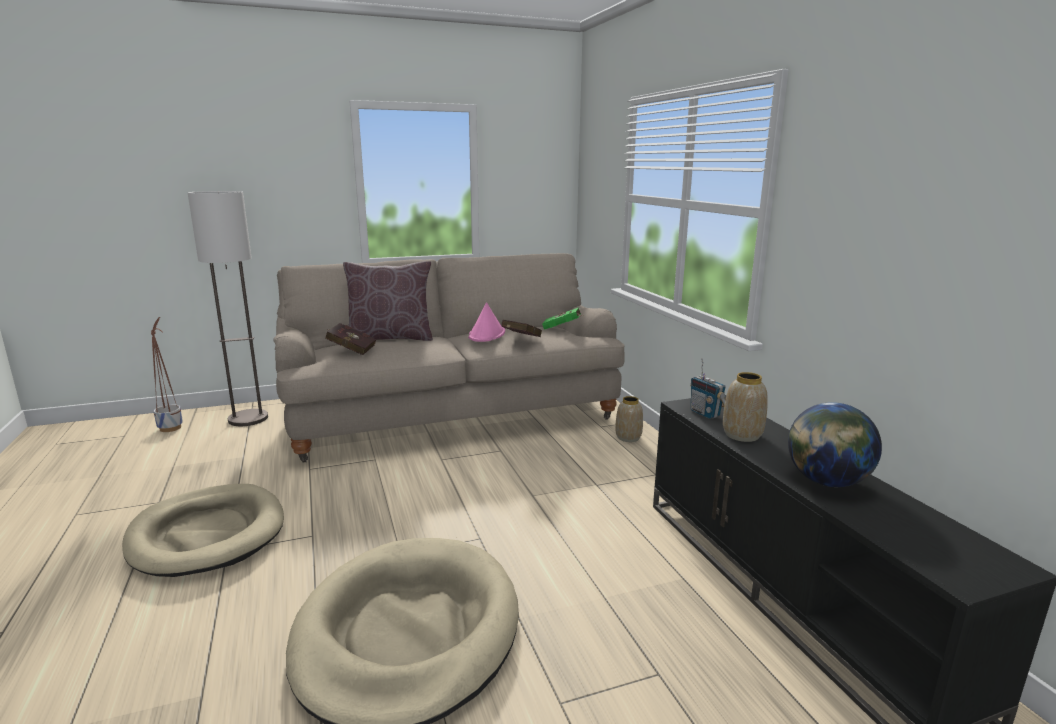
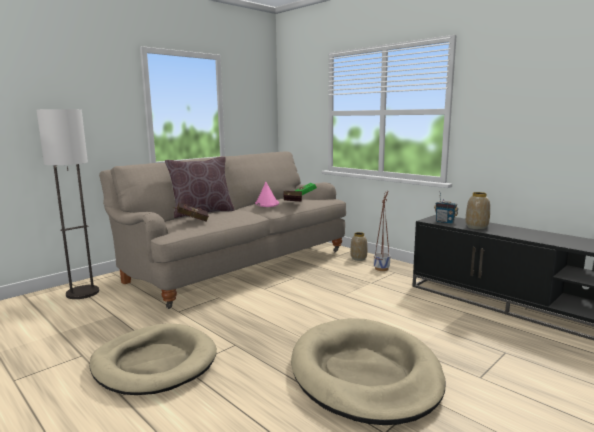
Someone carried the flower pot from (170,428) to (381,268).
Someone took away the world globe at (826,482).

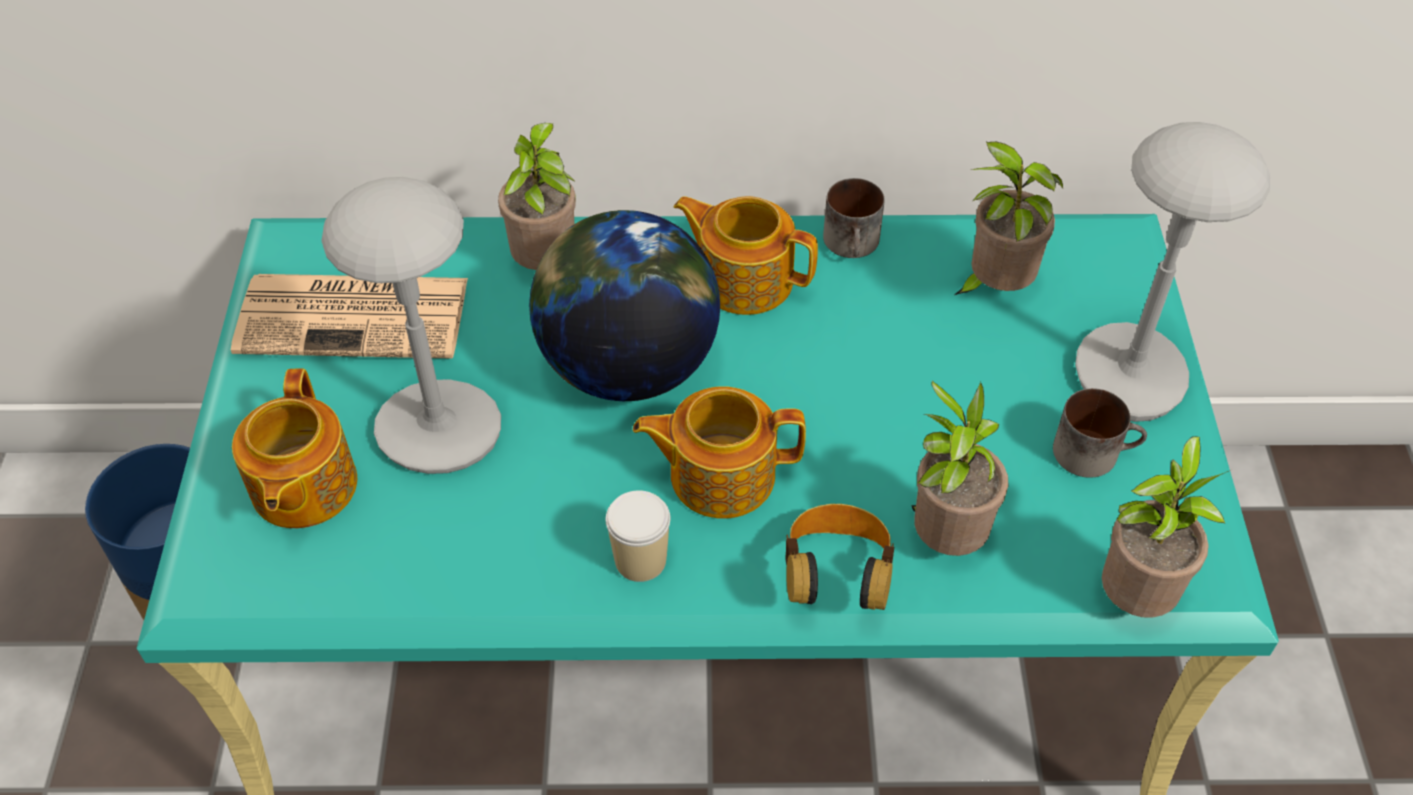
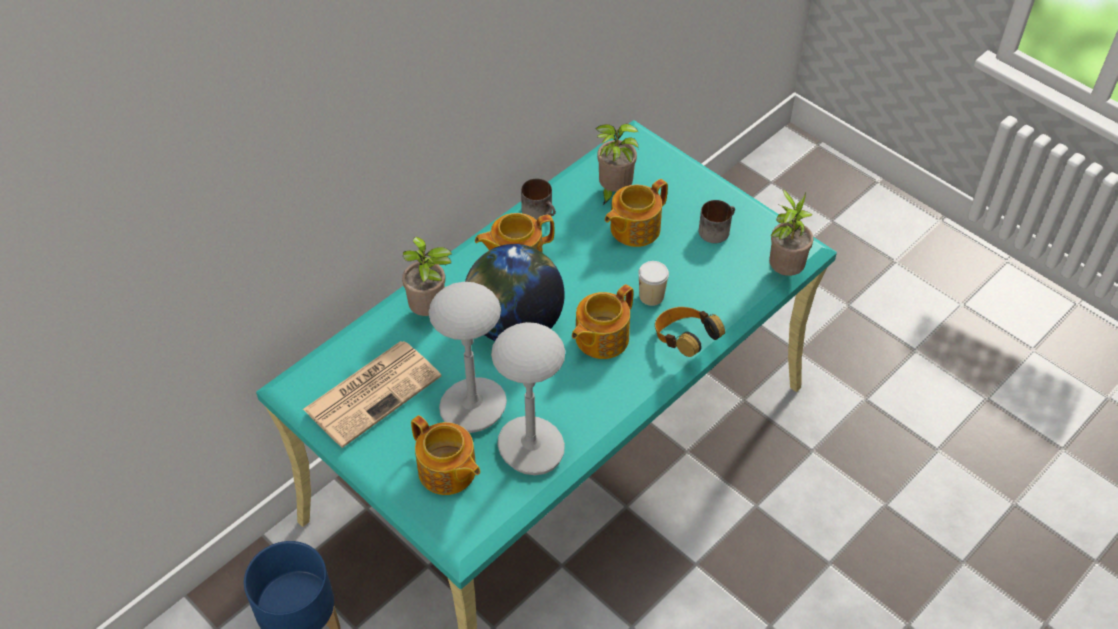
Someone carried the drinking cup from (640,560) to (651,296).
Someone took away the plant in a pot at (944,538).
Someone carried the table lamp (grey) from (1128,375) to (530,448).
Someone put down the pot for tea at (633,228).

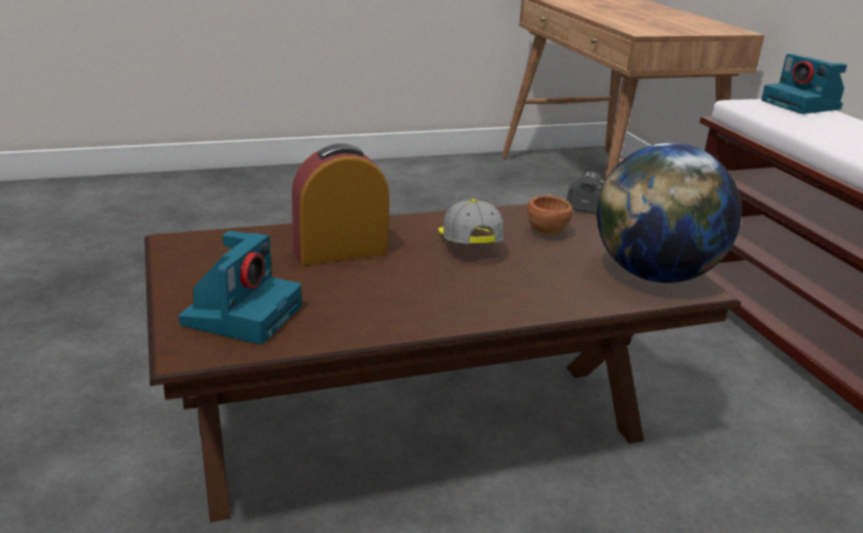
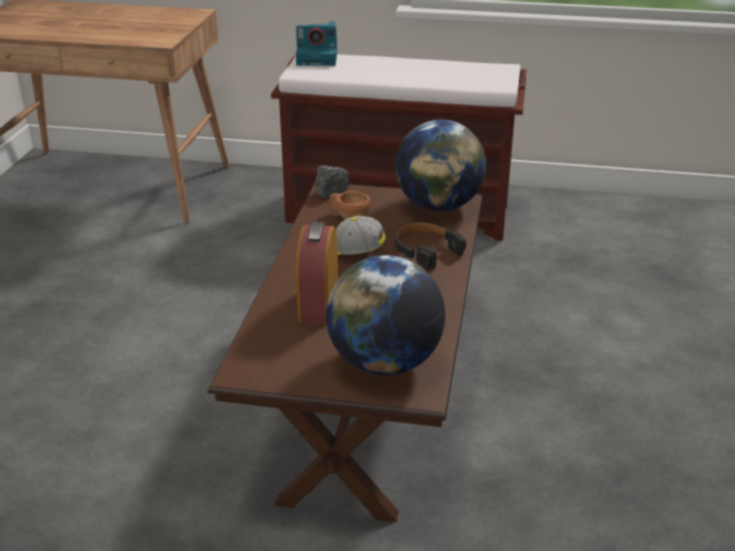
Someone swapped the still camera at (242,313) for the world globe at (384,363).
Someone put down the headset (black-coloured) at (425,251).

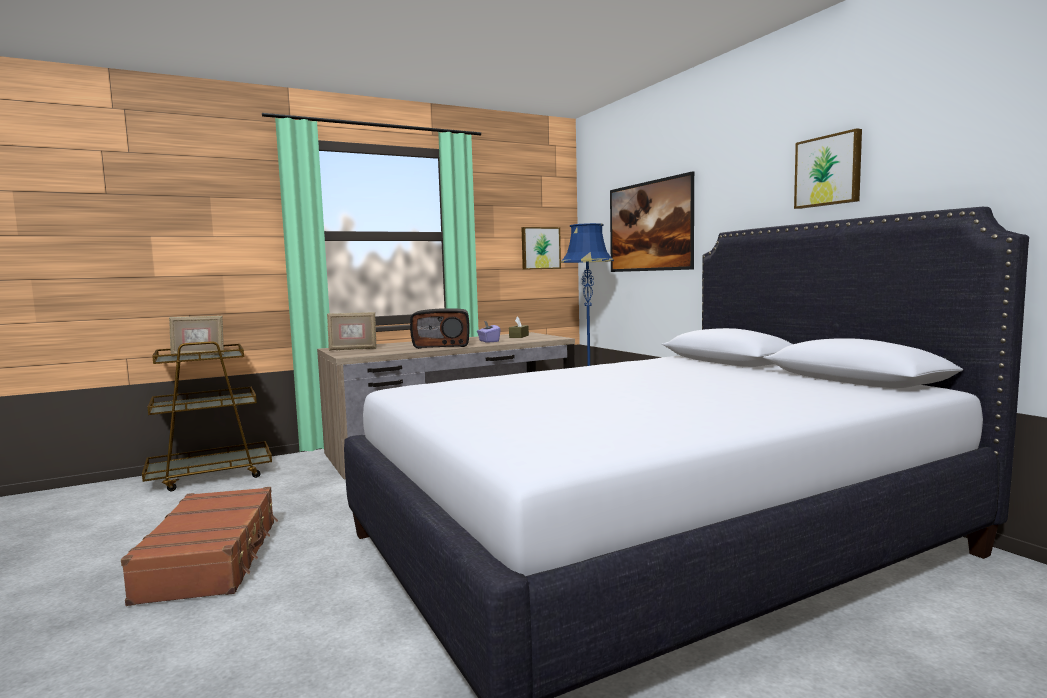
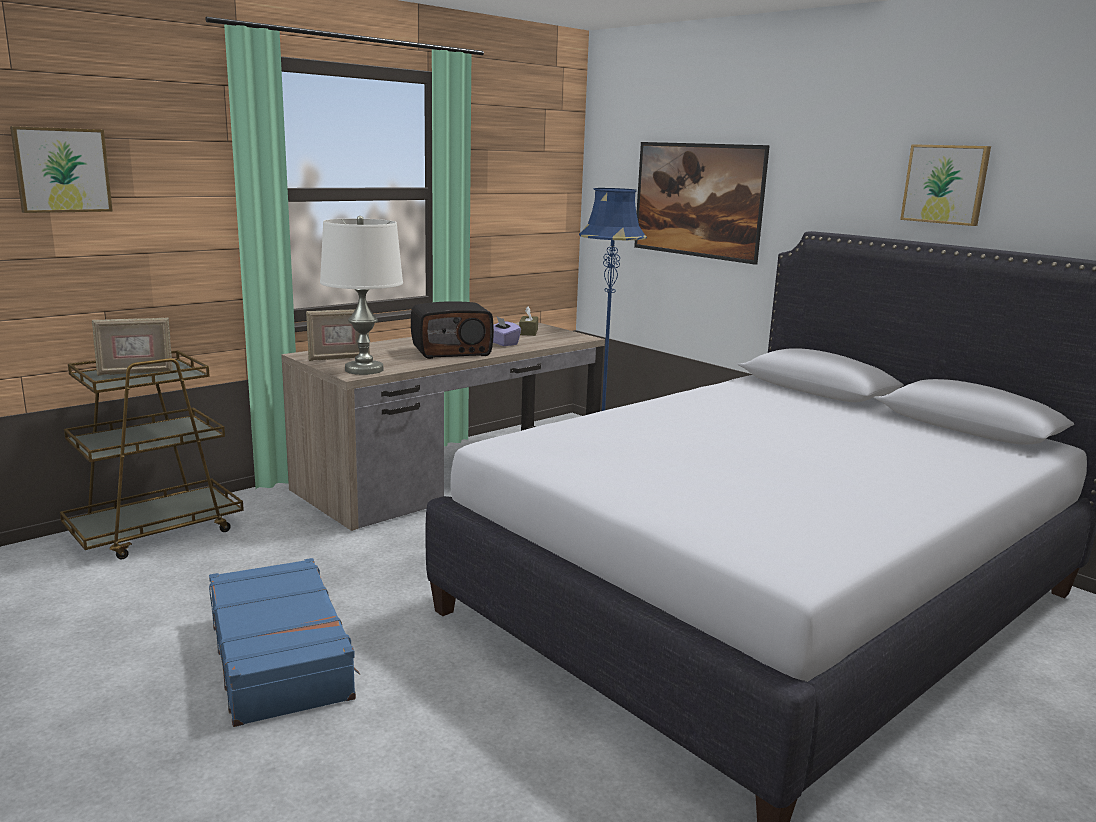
Someone repainted the piece of luggage (brownish) at (212,559), which became the piece of luggage (blue) at (281,656).
Someone carried the picture from (540,248) to (62,170).
Someone put down the table lamp (white-coloured) at (364,370).

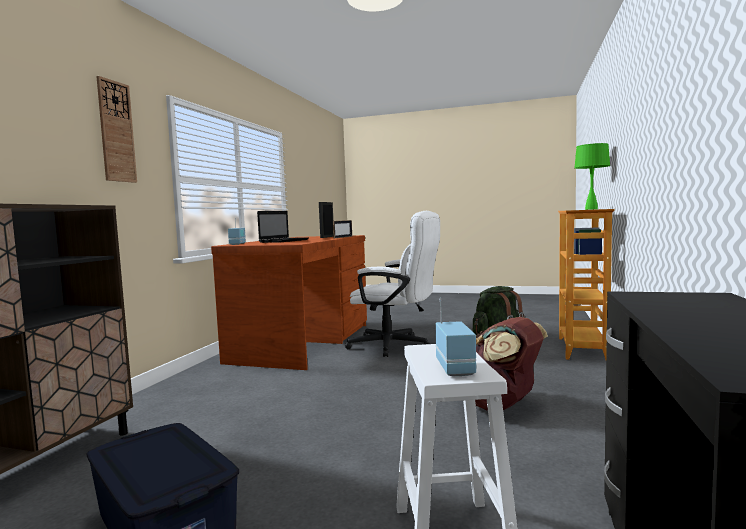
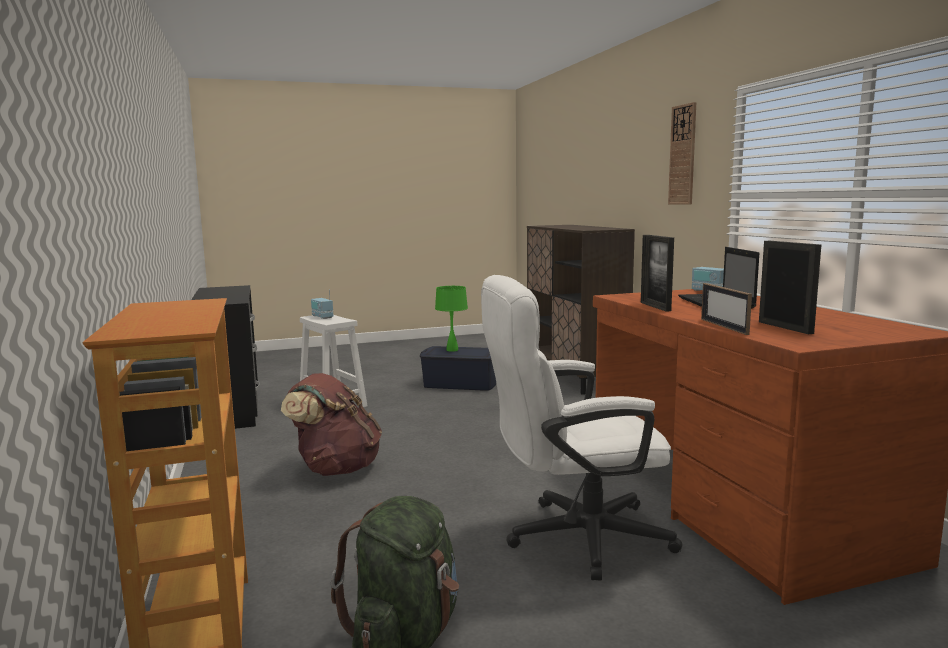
Someone carried the table lamp (green) from (591,209) to (452,350).
Someone put down the photo frame at (655,306).

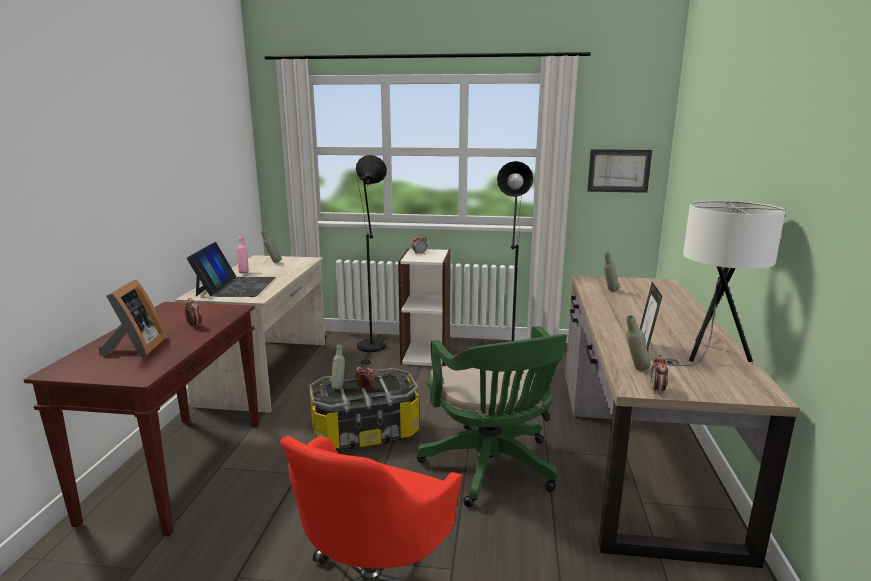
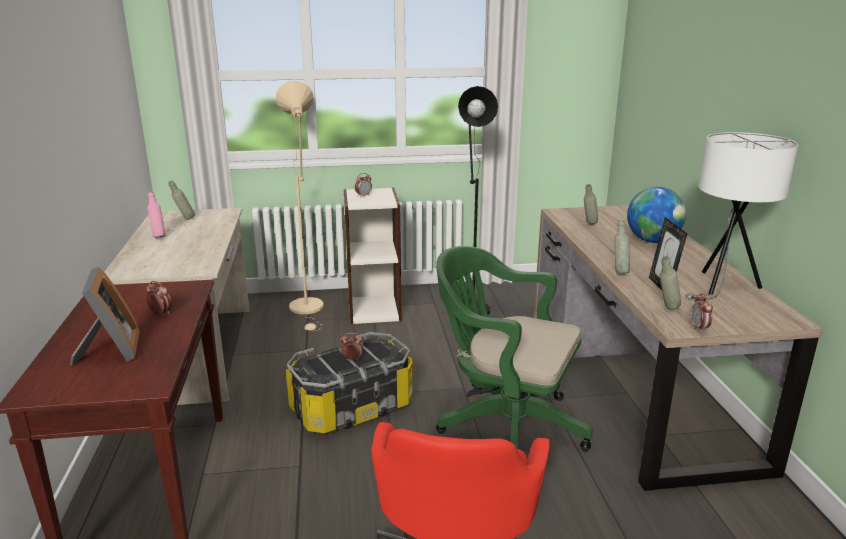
Someone took away the portable computer at (236,286).
Someone carried the bottle (grey) from (339,387) to (619,272).
Someone repainted the standard lamp (black-coloured) at (372,348), which became the standard lamp (beige) at (308,309).
Someone rotated the computer chair (green) at (492,468) by 150 degrees clockwise.
Someone took away the picture at (619,170).
Someone put down the world globe at (652,241).

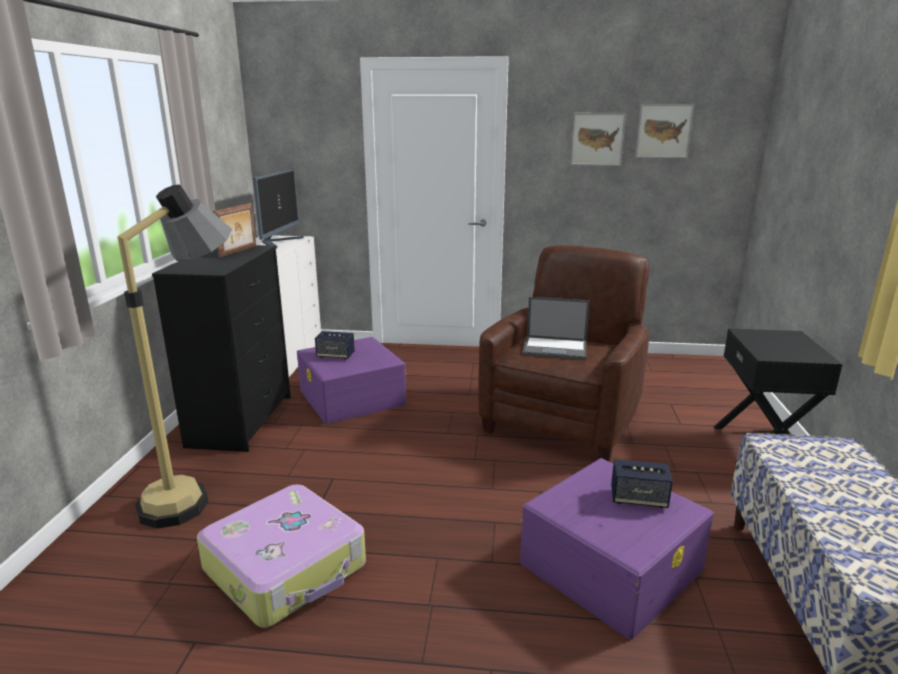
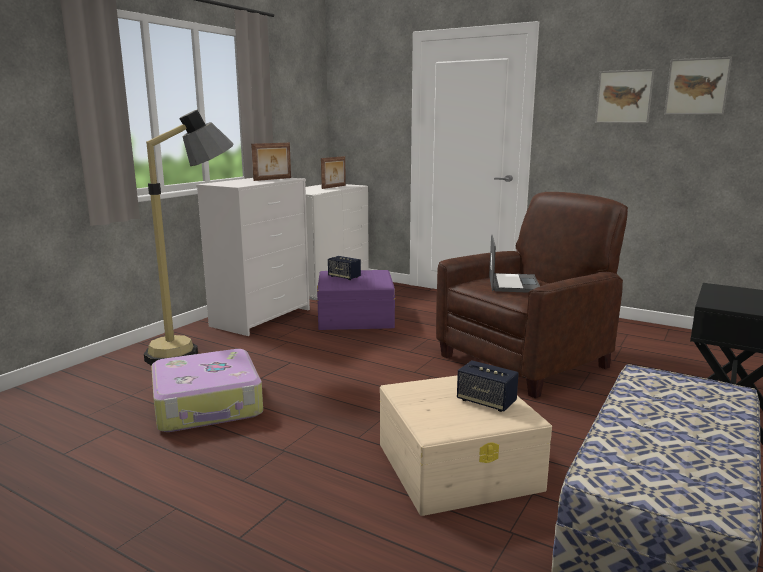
Someone repainted the dresser (black-coloured) at (241,420), which became the dresser (white-coloured) at (261,317).
Someone swapped the monitor at (279,243) for the photo frame at (334,187).
Someone repainted the storage container (purple) at (612,566), which became the storage container (beige) at (459,465).
Someone rotated the portable computer at (556,348) by 120 degrees counterclockwise.

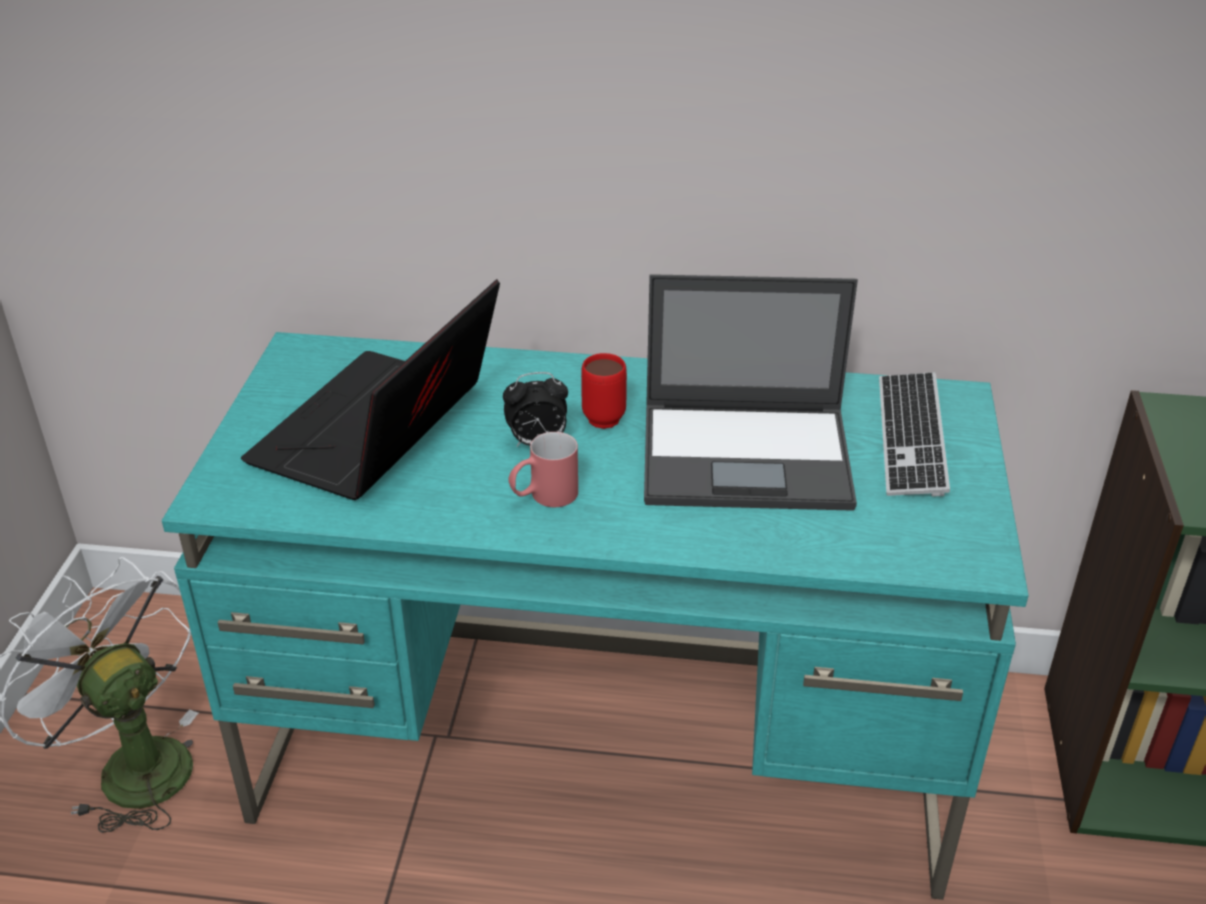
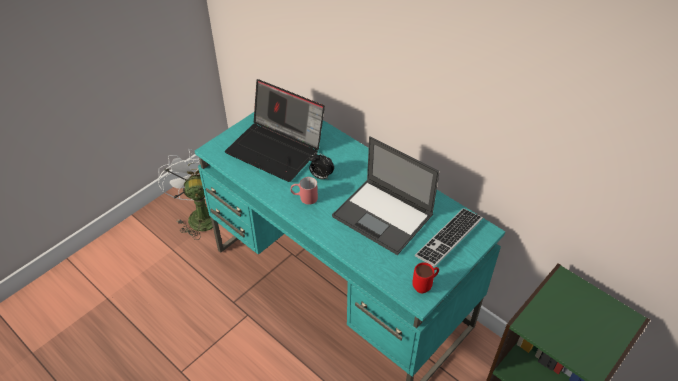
Someone rotated the portable computer at (378,433) by 120 degrees counterclockwise.
Someone carried the tea mug (red-coloured) from (608,415) to (425,286).

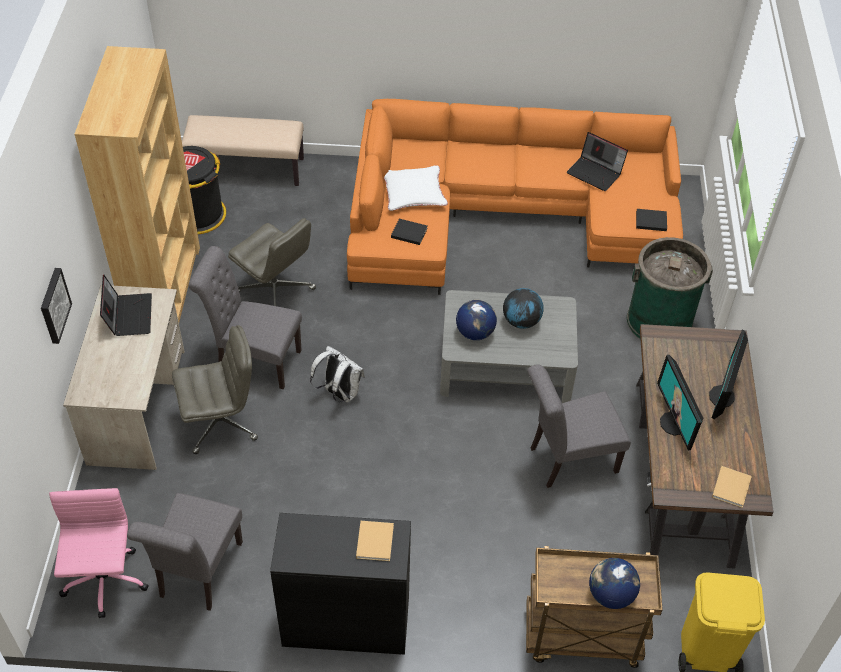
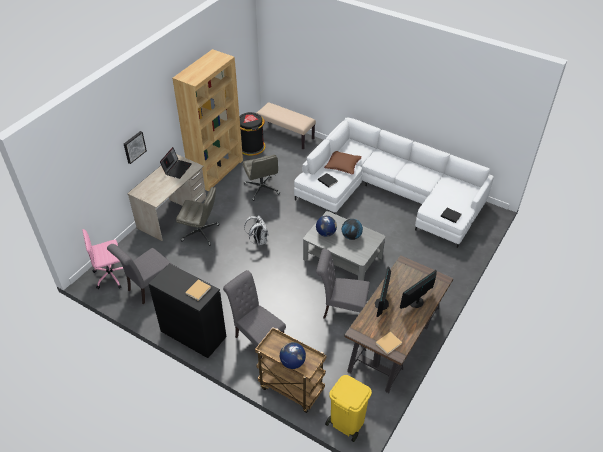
Someone rotated the computer chair (pink-coloured) at (105,582) by 135 degrees counterclockwise.
Someone carried the plain chair (grey) from (254,360) to (256,339).
Someone repainted the couch (orange-coloured) at (502,215), which became the couch (white-coloured) at (389,193).
Someone repainted the cushion (white-coloured) at (414,193), which became the cushion (brownish) at (342,165).
Someone took away the portable computer at (595,173).
Someone took away the rubbish bin (green) at (659,320).

